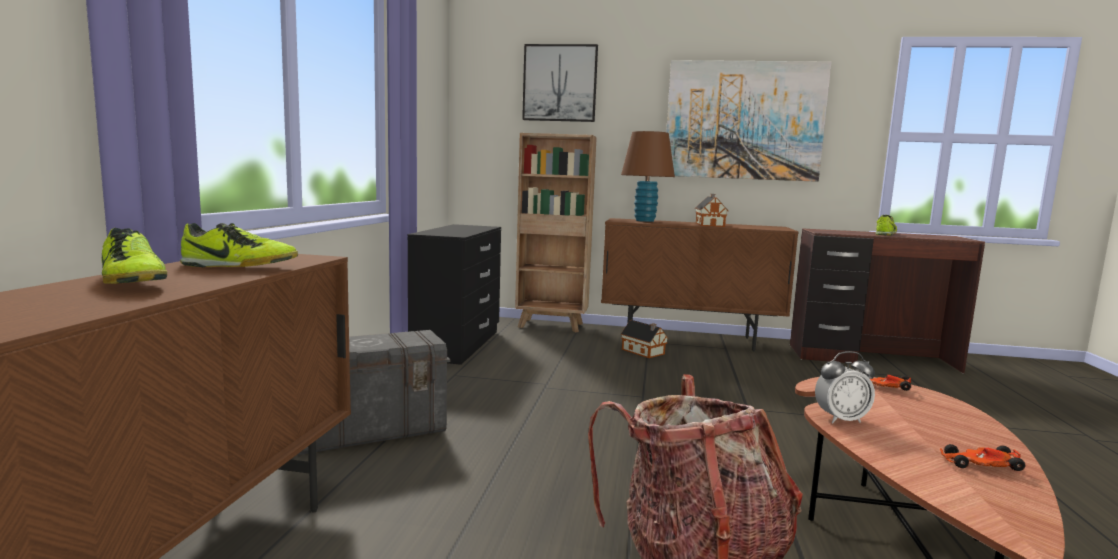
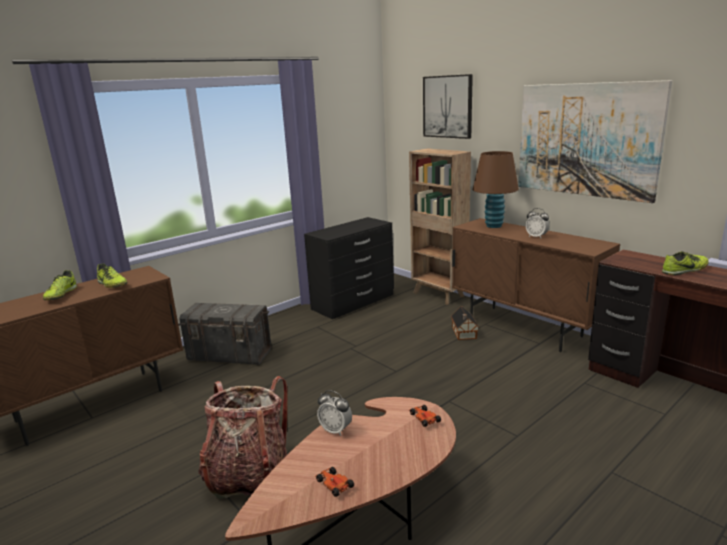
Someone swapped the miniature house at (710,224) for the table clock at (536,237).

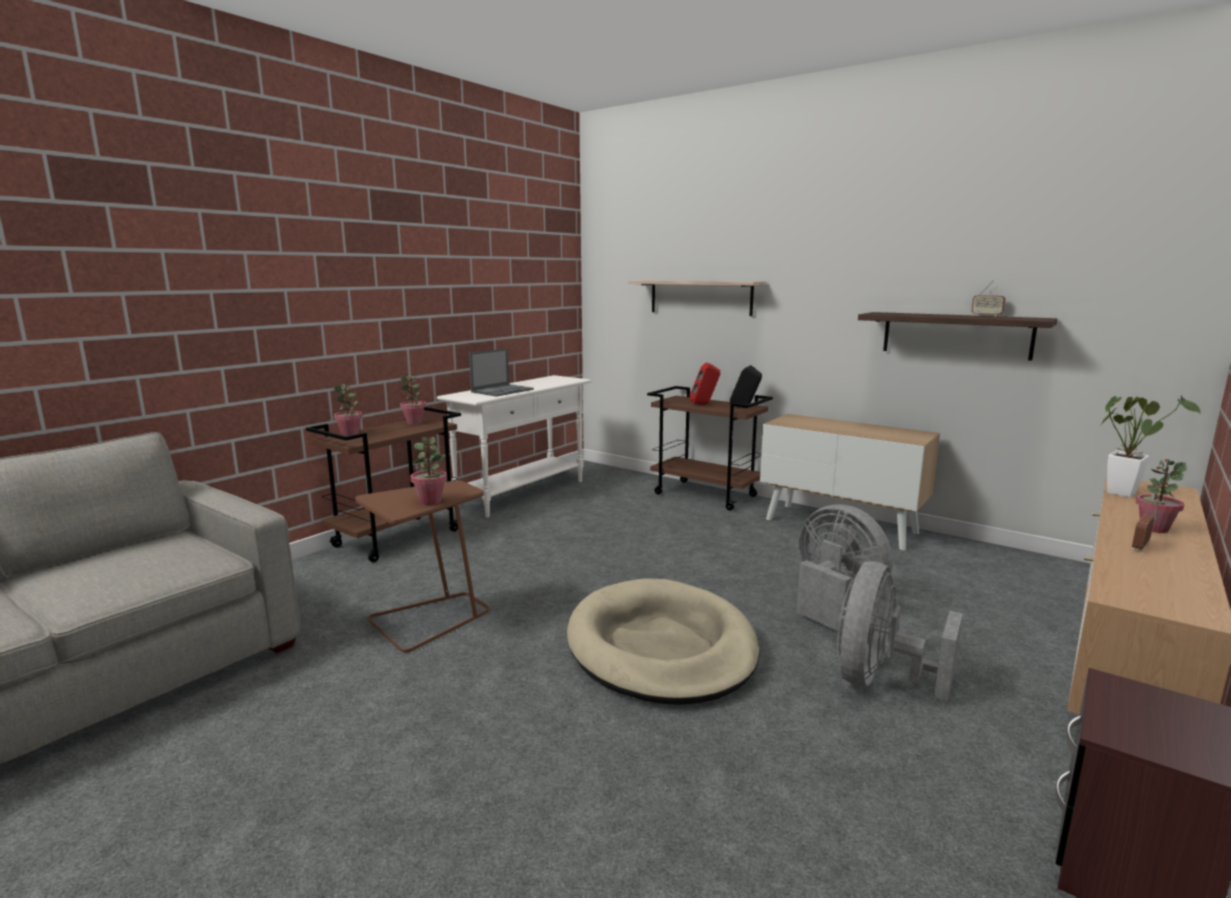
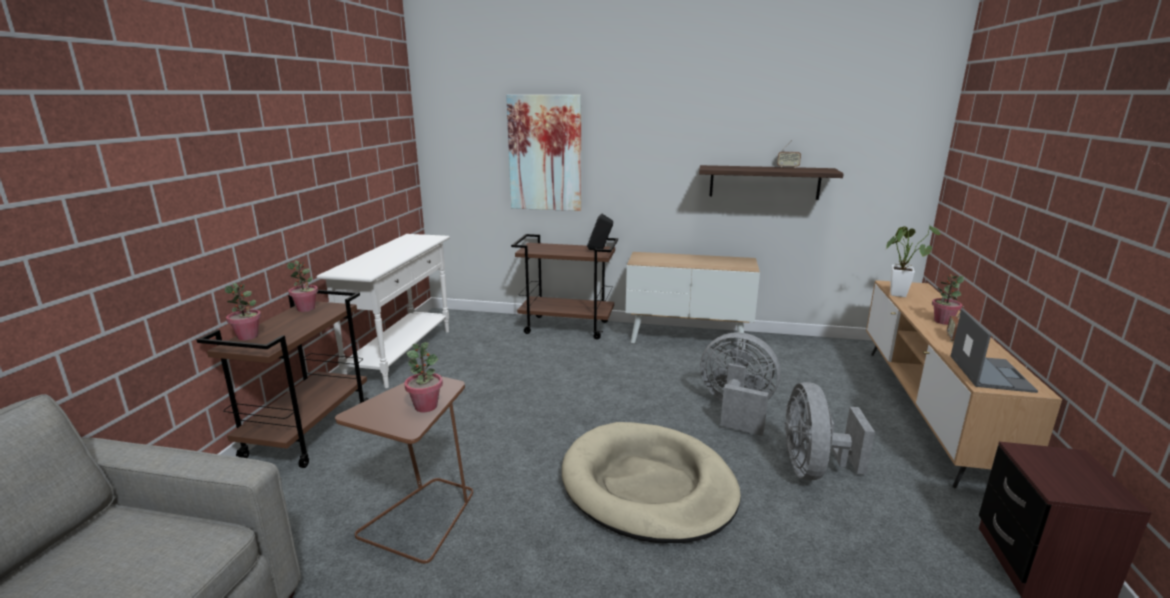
Someone carried the portable computer from (503,390) to (989,373).
Someone swapped the shelf at (700,297) for the picture at (545,153).
Someone took away the loudspeaker (red-coloured) at (704,404).

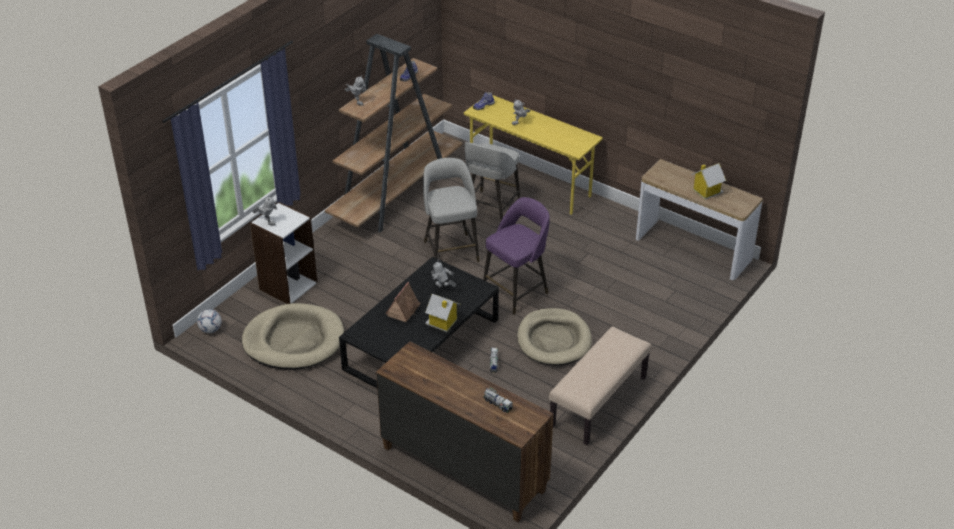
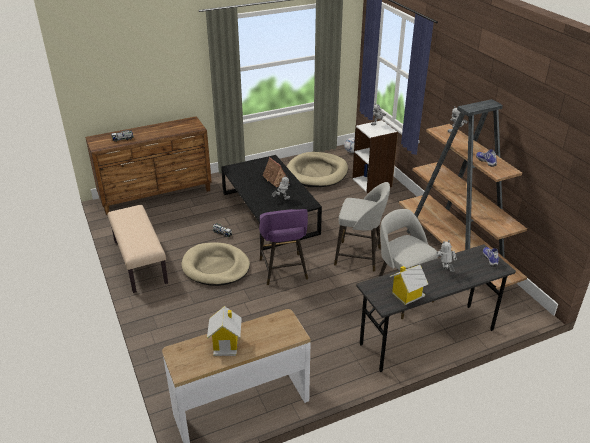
Someone carried the miniature house from (442,322) to (407,295).
Someone repainted the desk (yellowish) at (530,184), which became the desk (grey) at (427,337).

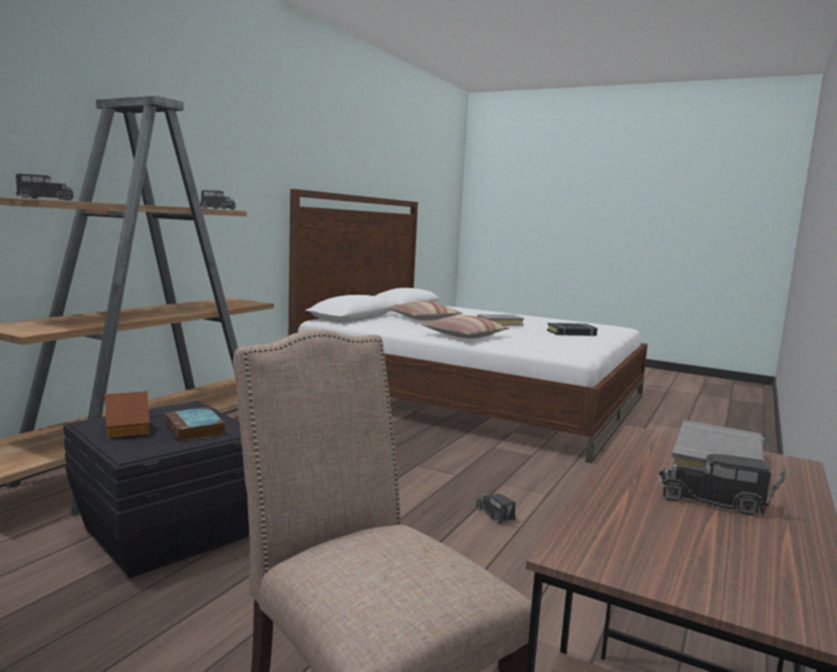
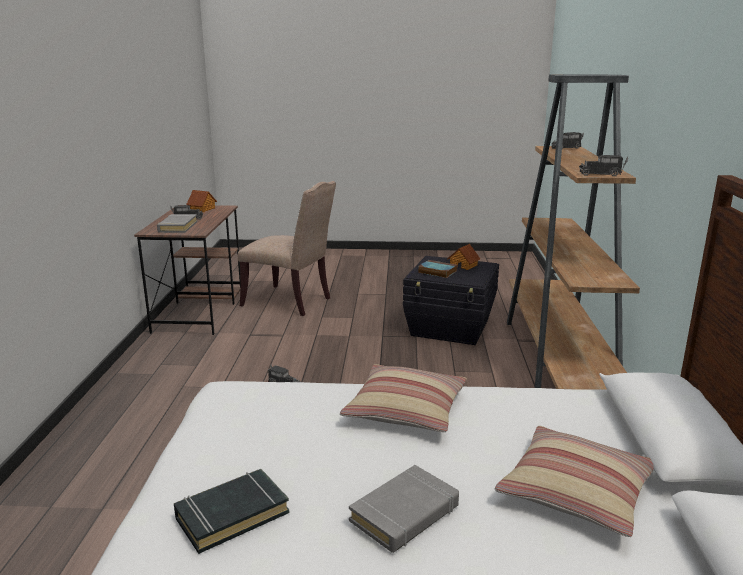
Someone put down the miniature house at (202,209).

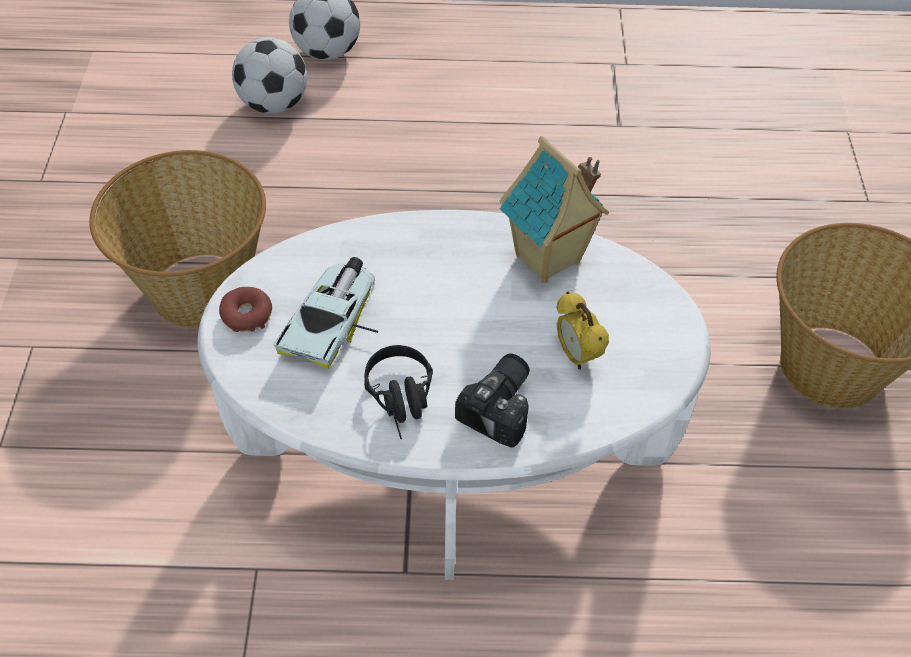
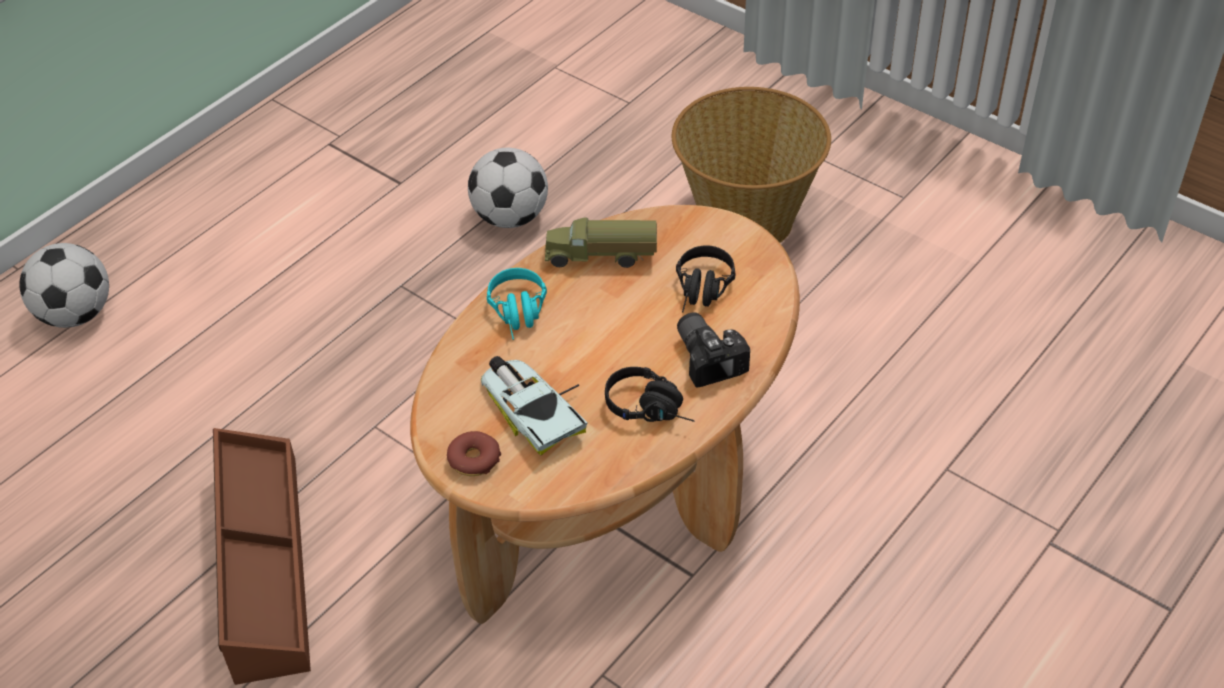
Someone swapped the basket at (199,289) for the storage container (brownish) at (262,565).
Someone repainted the lounge table (white-coloured) at (452,457), which became the lounge table (brownish) at (616,485).
Someone carried the football ball from (274,104) to (510,217).
Someone swapped the miniature house at (548,260) for the model truck at (601,257).
Someone swapped the table clock at (577,356) for the headset (black-coloured) at (702,292).
Someone put down the headset (turquoise-coloured) at (520,315).

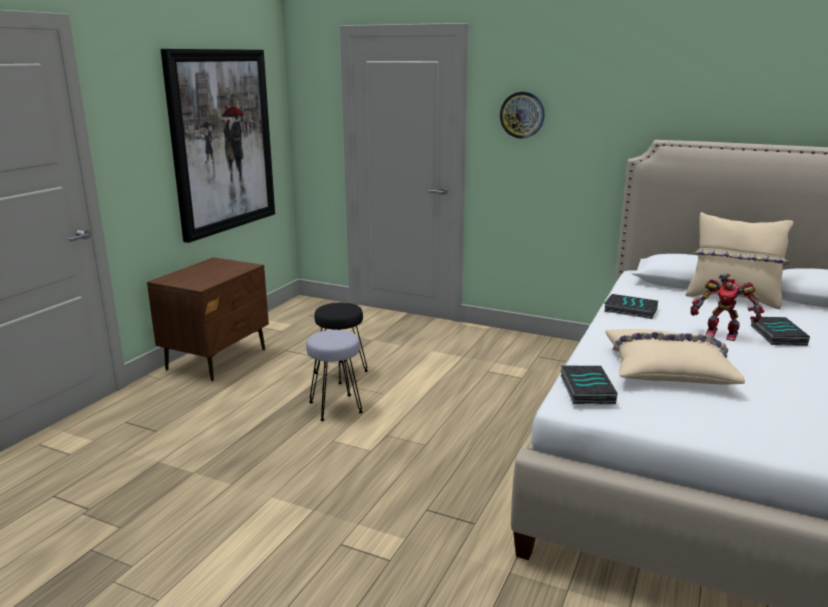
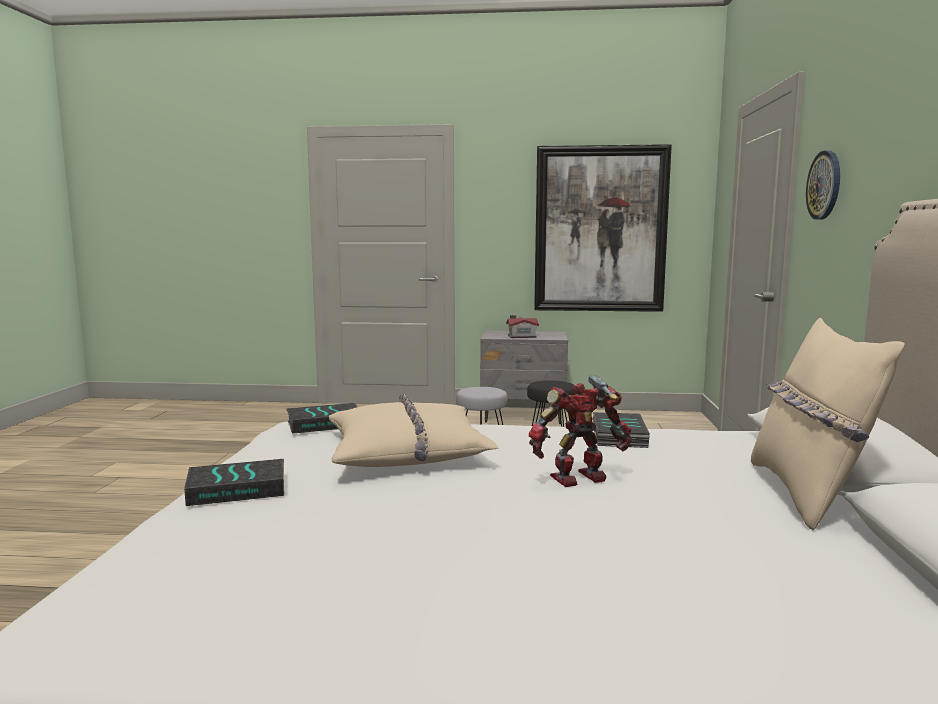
Someone repainted the nightstand (brownish) at (218,359), which became the nightstand (grey) at (523,416).
Someone rotated the model robot at (721,334) by 60 degrees clockwise.
Someone carried the book from (776,335) to (238,489).
Someone put down the miniature house at (521,336).

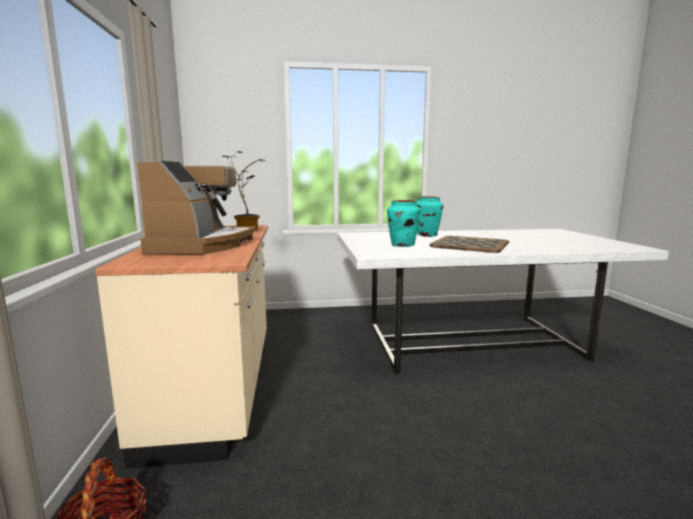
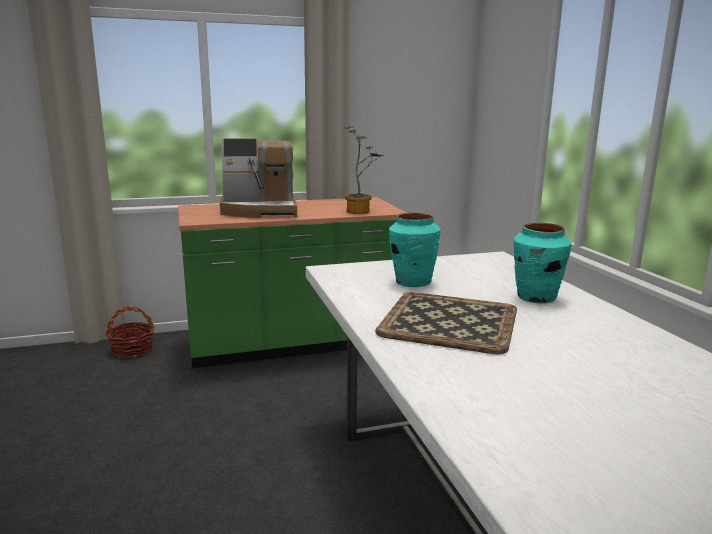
Someone repainted the kitchen base unit (beige) at (218,388), which became the kitchen base unit (green) at (293,345).

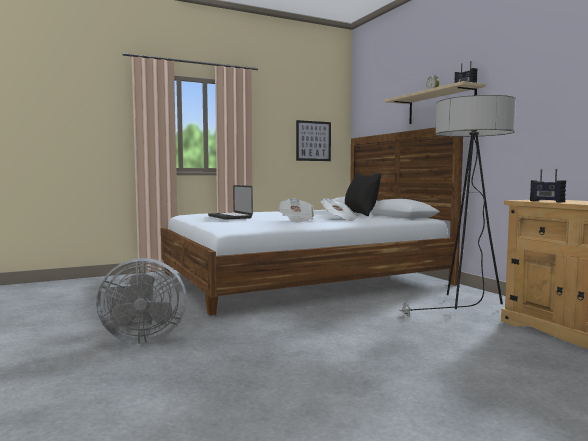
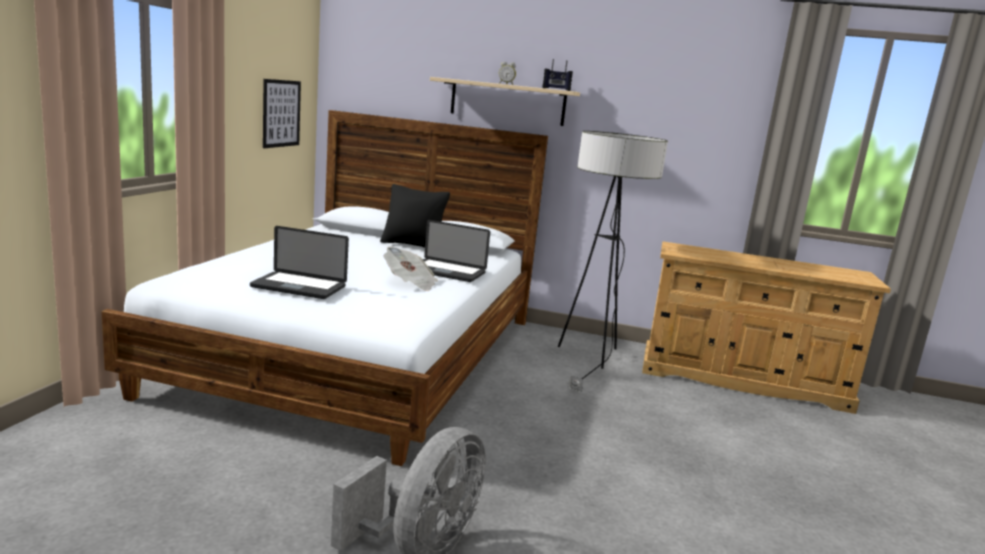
Someone swapped the daily paper at (339,220) for the portable computer at (447,272).
Someone took away the radio at (546,201).

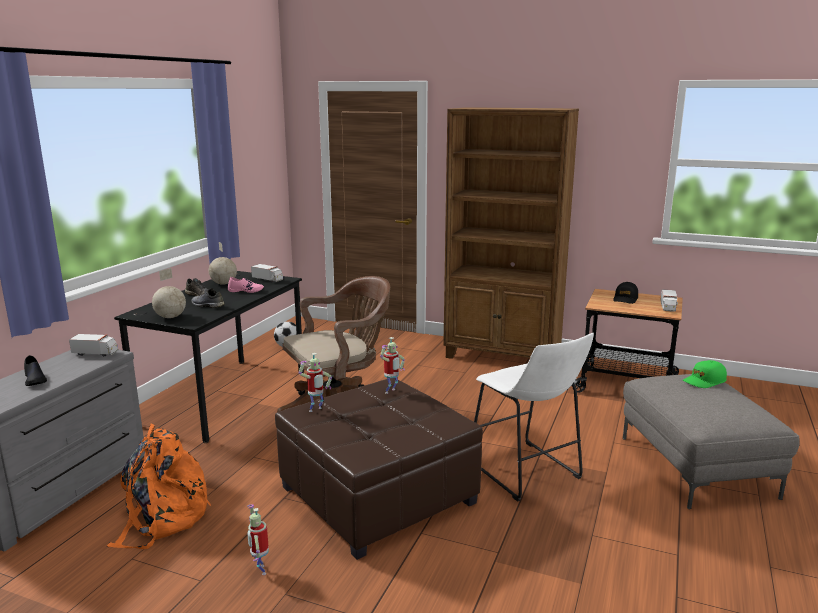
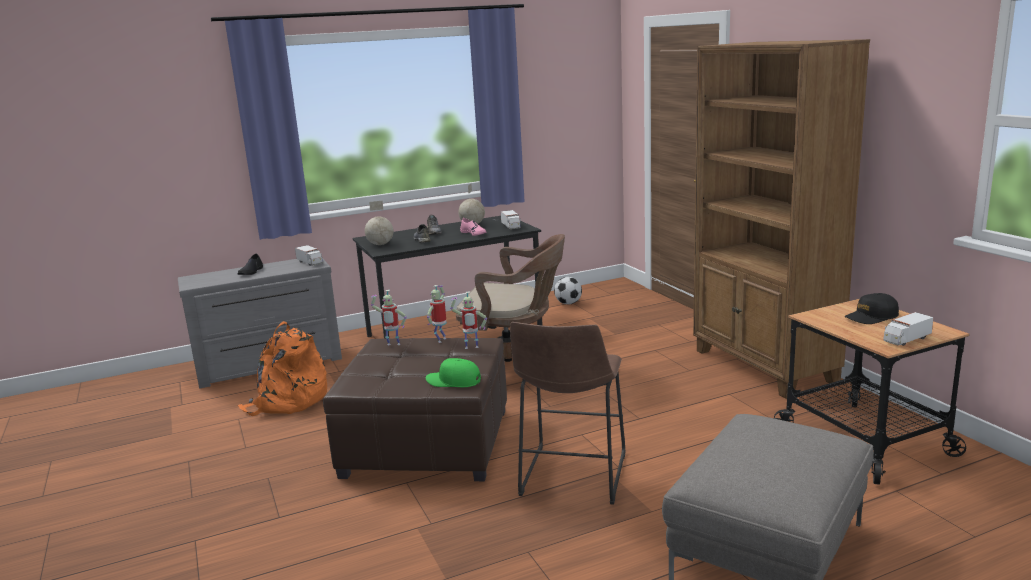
Someone carried the model robot from (260,570) to (440,340).
Someone repainted the sitting stool (white-coloured) at (526,473), which became the sitting stool (brownish) at (571,478).
Someone carried the peaked cap (green) from (704,381) to (453,381).

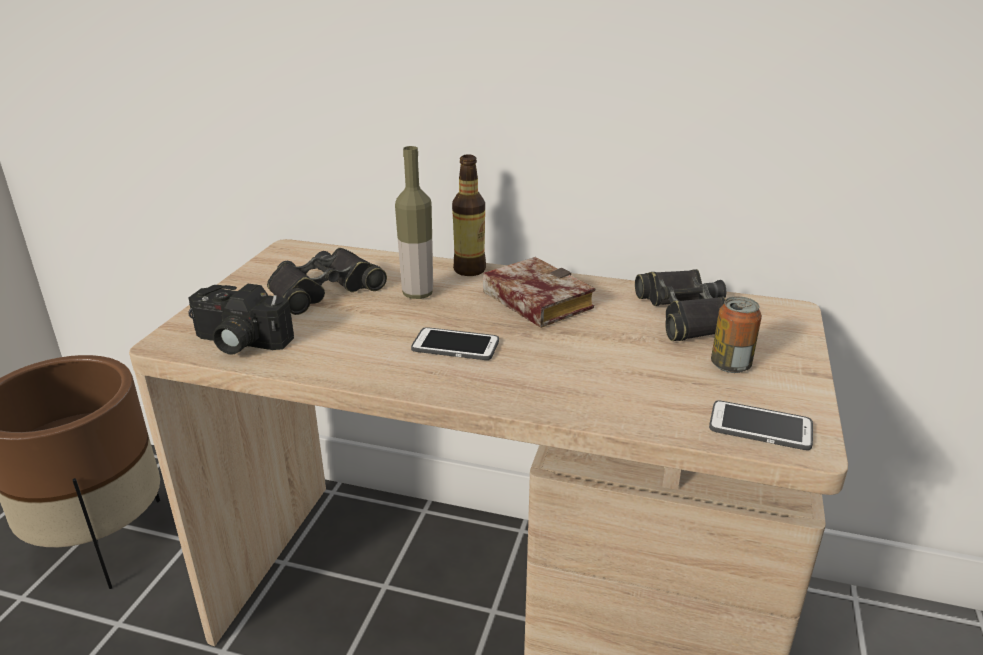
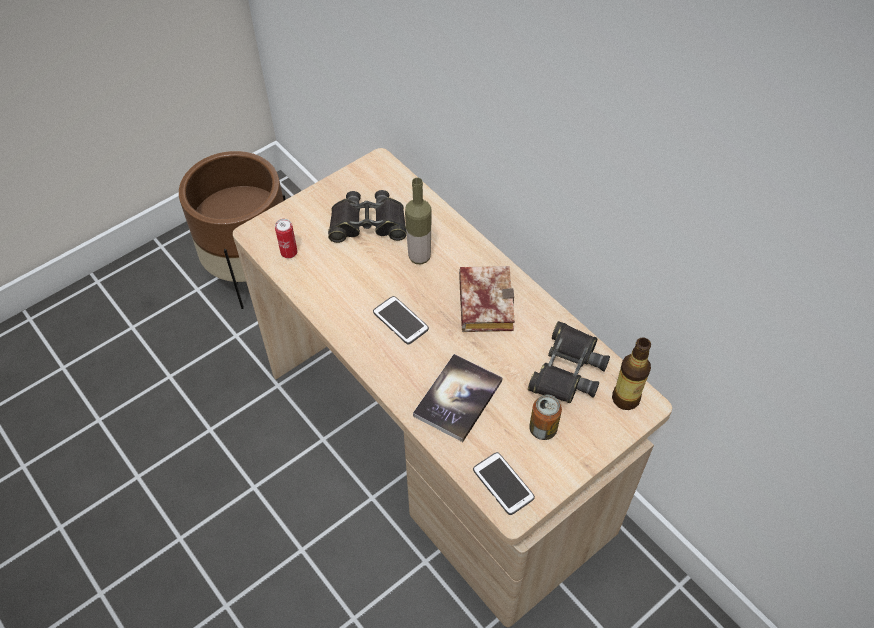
Someone swapped the still camera at (238,342) for the metal can at (289,253).
Someone carried the bottle from (469,270) to (625,398).
Someone put down the book at (458,398).

